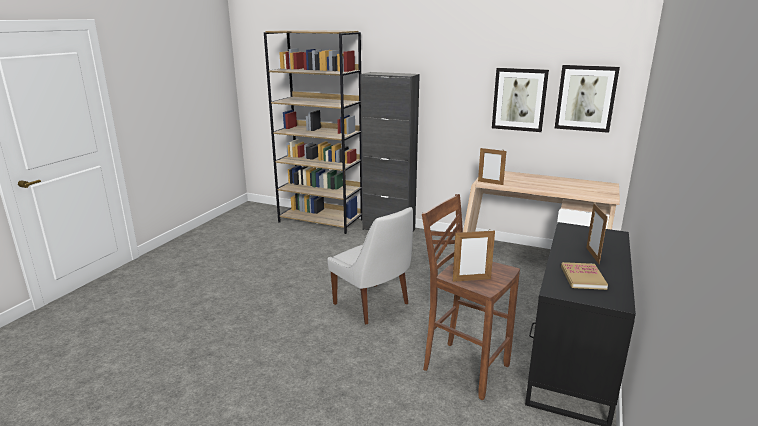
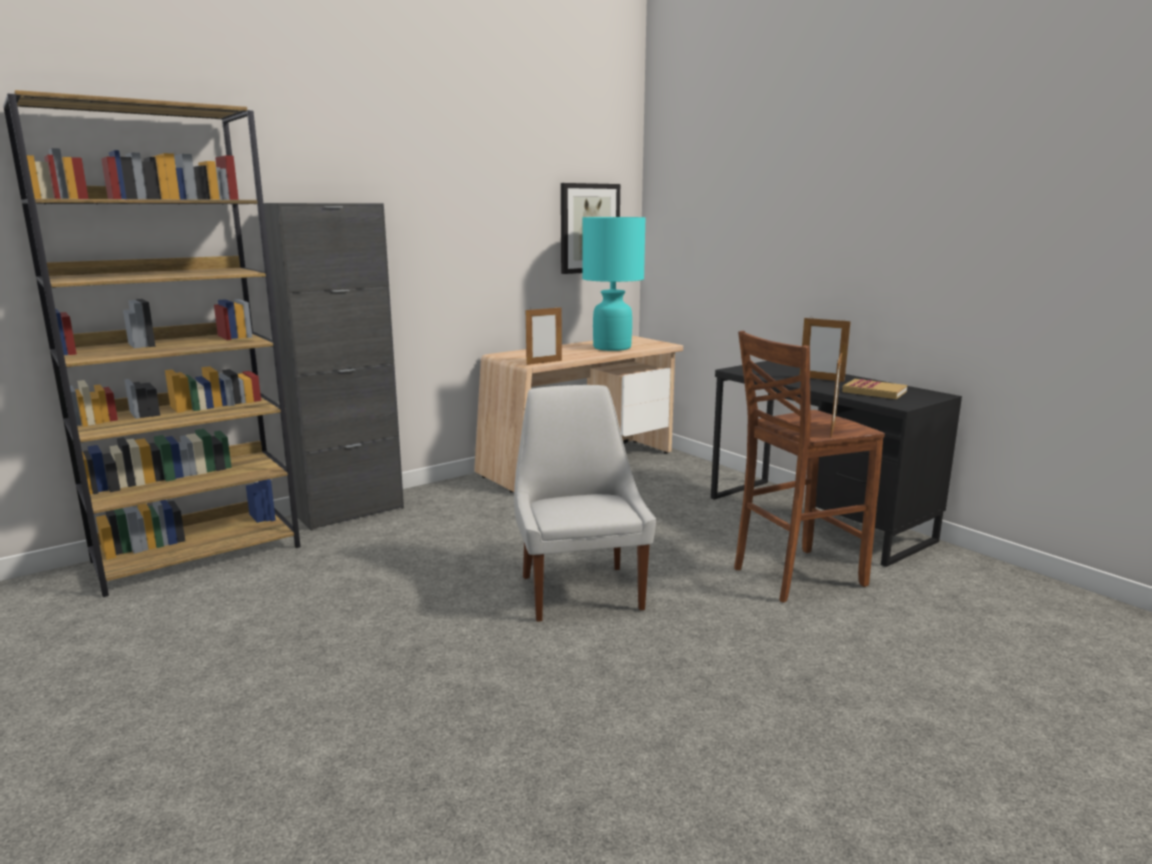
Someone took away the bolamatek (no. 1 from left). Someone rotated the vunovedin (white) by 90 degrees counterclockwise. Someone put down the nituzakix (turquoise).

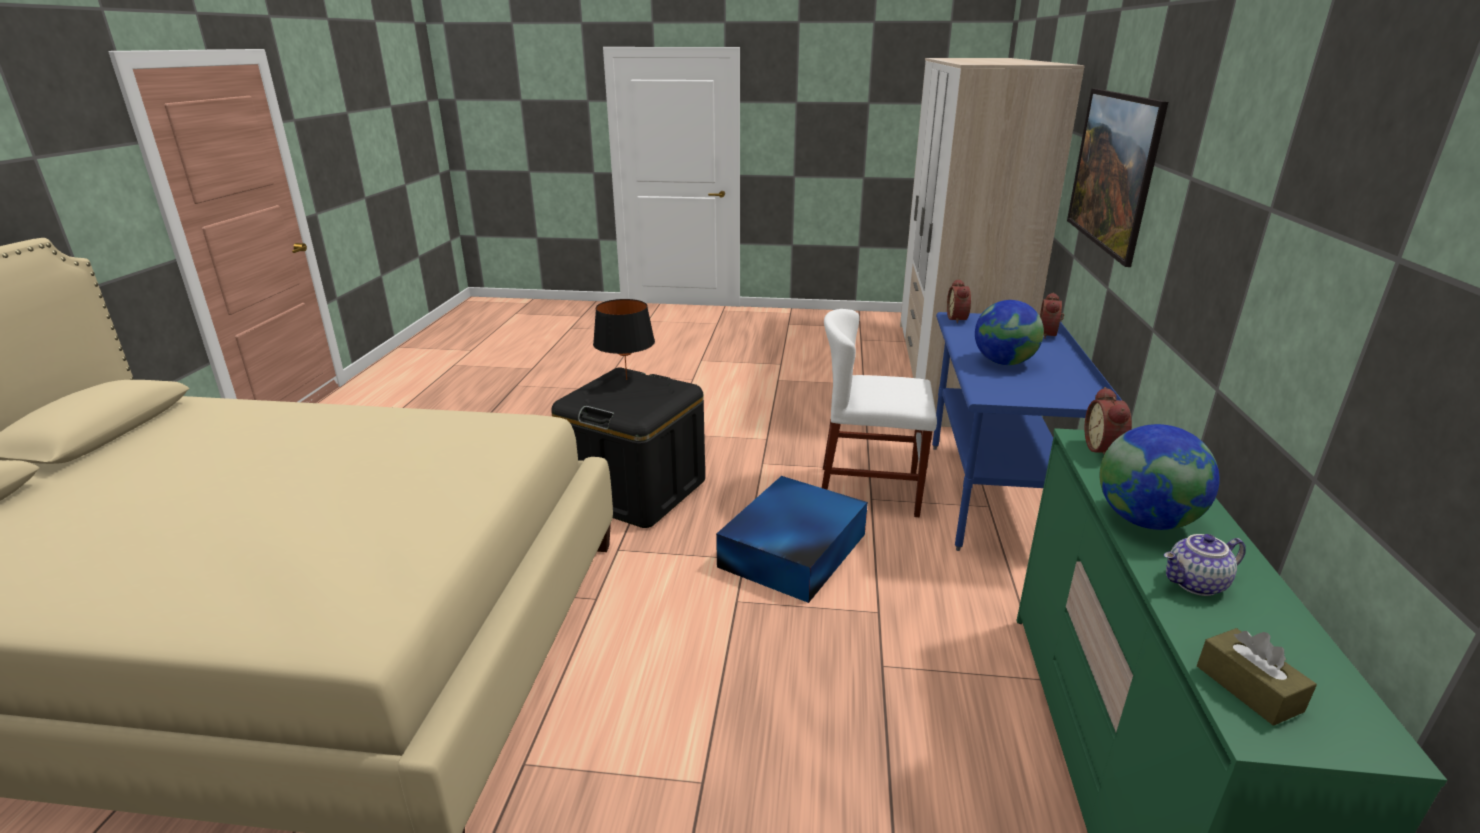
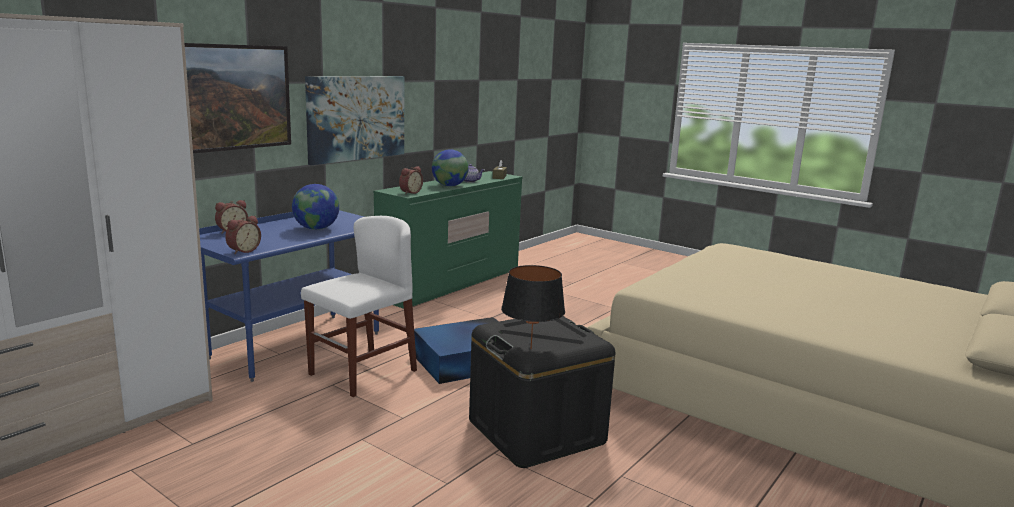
Someone rotated the vunovedin (white) by 90 degrees counterclockwise. Someone put up the bolamatek (no. 2 from left).

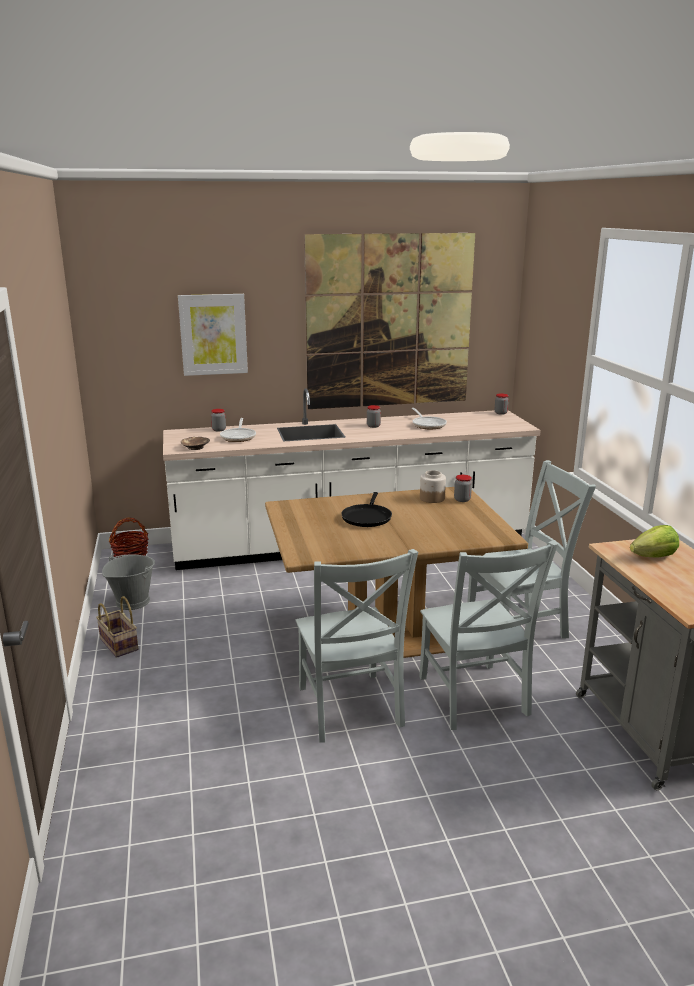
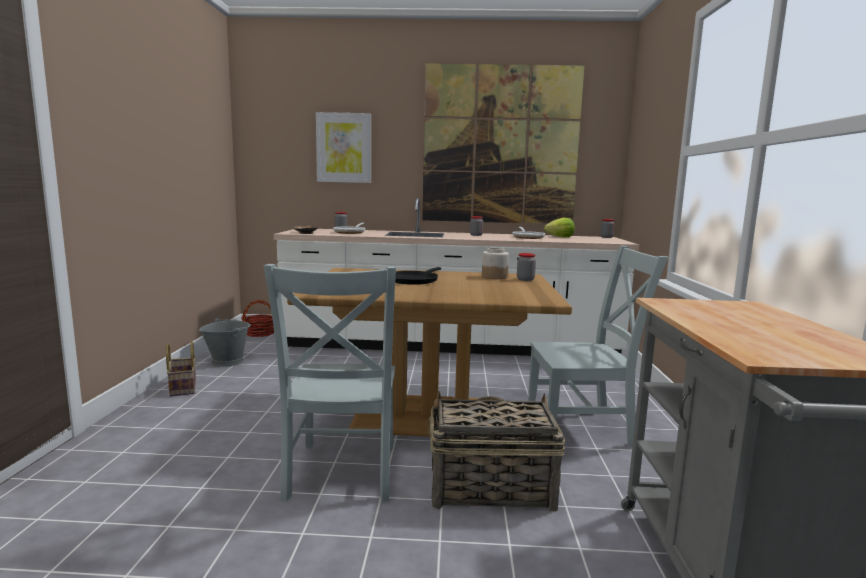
Someone carried the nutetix. Someone swapped the vunovedin (grey) (no. 2 from left) for the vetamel (no. 3 from left).

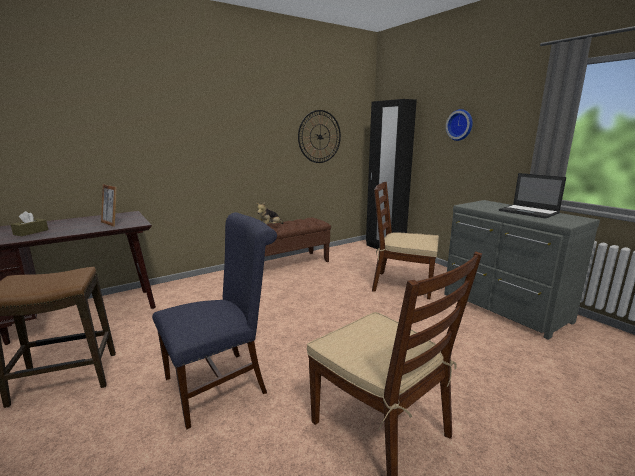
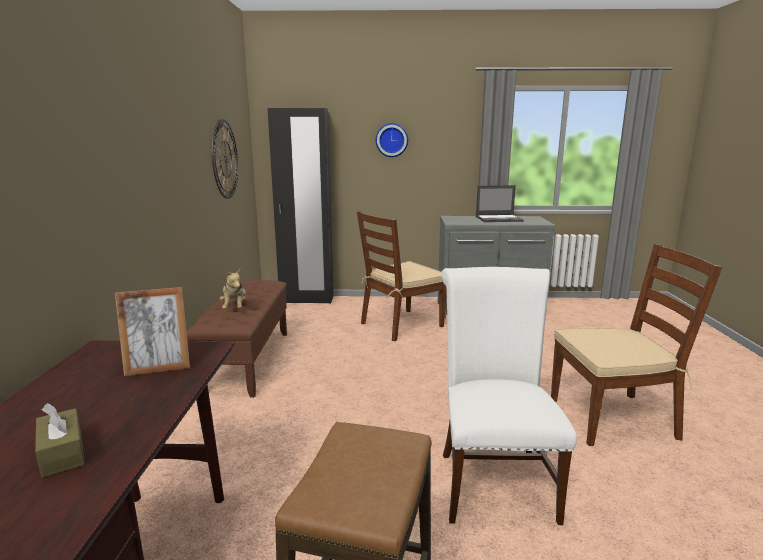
Someone repainted the vunovedin (blue), which became the vunovedin (white).

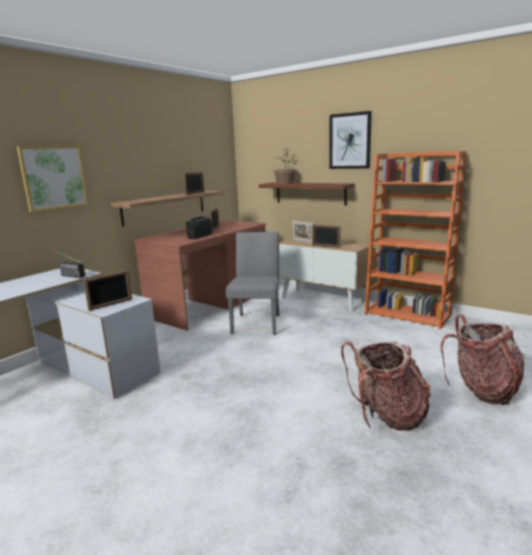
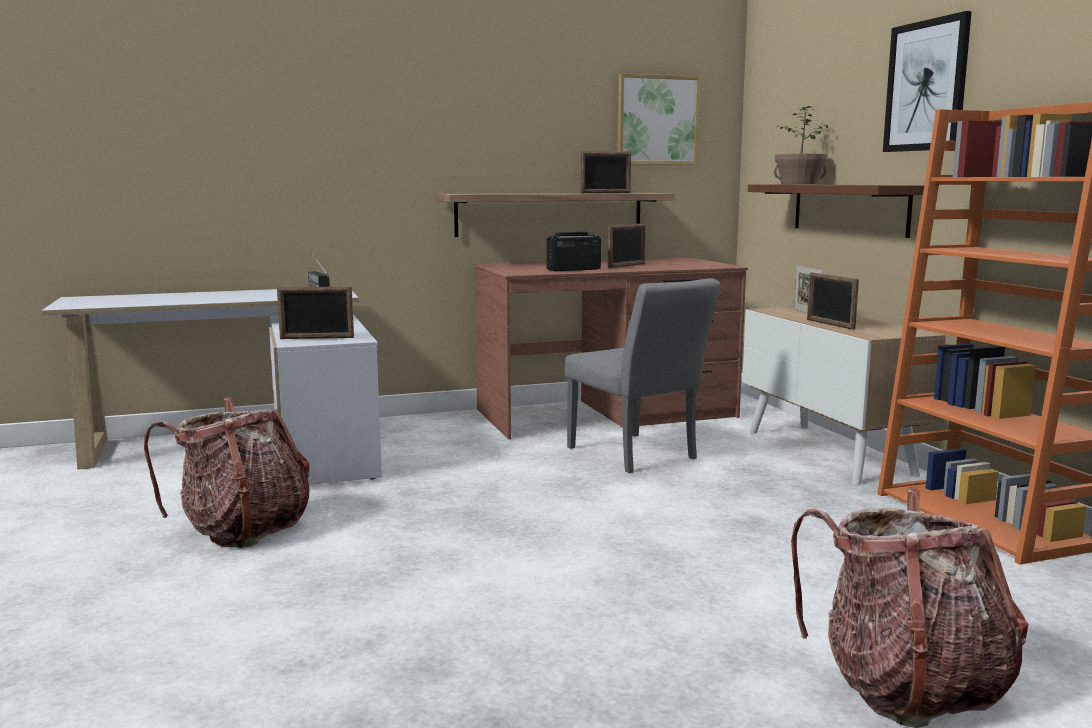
Someone carried the bolamatek (no. 1 from left). Someone rotated the vunovedin (grey) by 105 degrees clockwise. Someone carried the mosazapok (no. 1 from left).

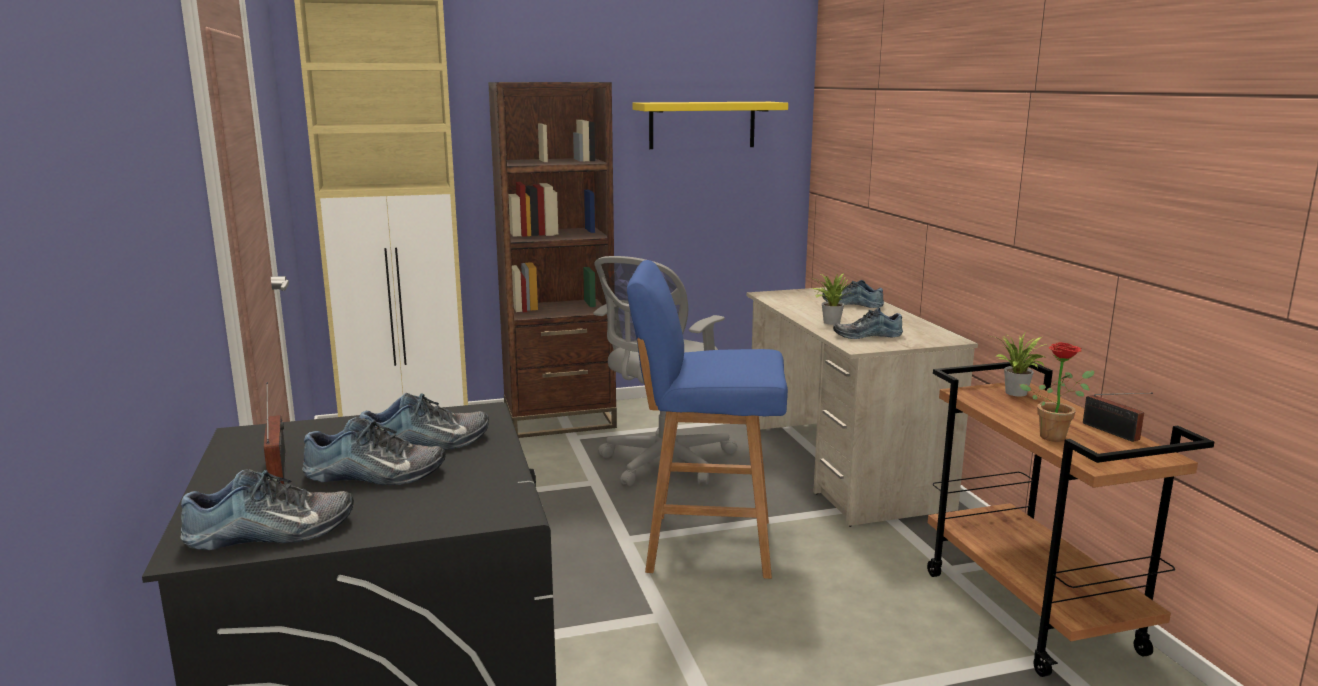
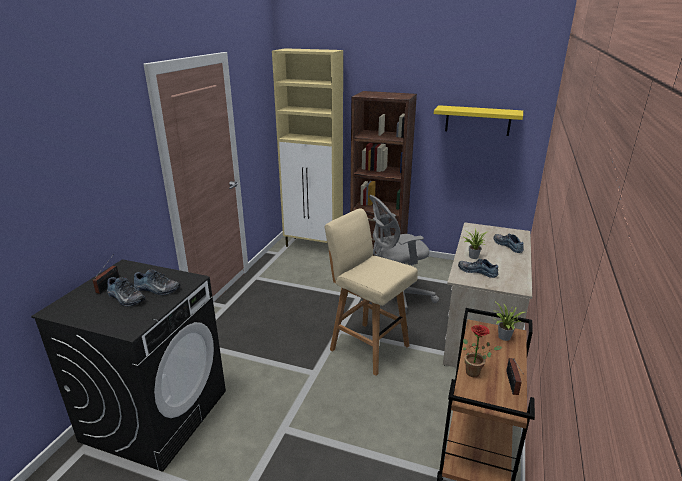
Someone repainted the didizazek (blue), which became the didizazek (beige). Someone took away the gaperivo (no. 1 from left).

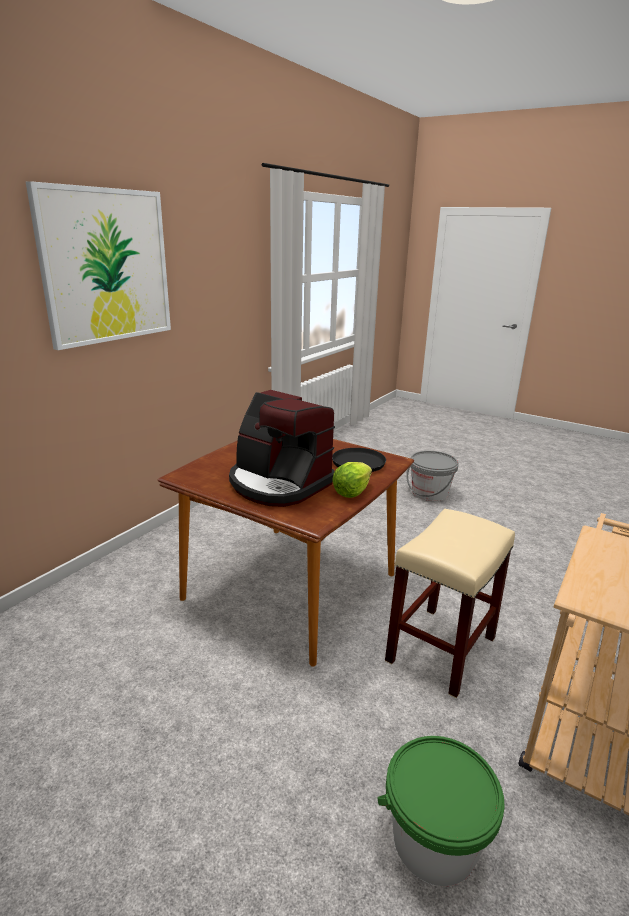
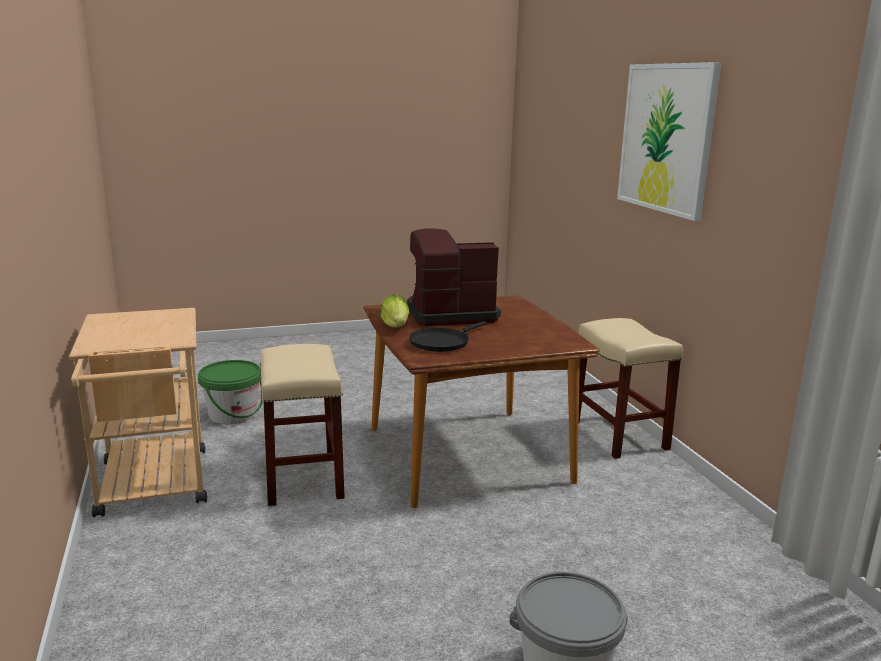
Someone put down the didizazek (beige) (no. 2 from left).

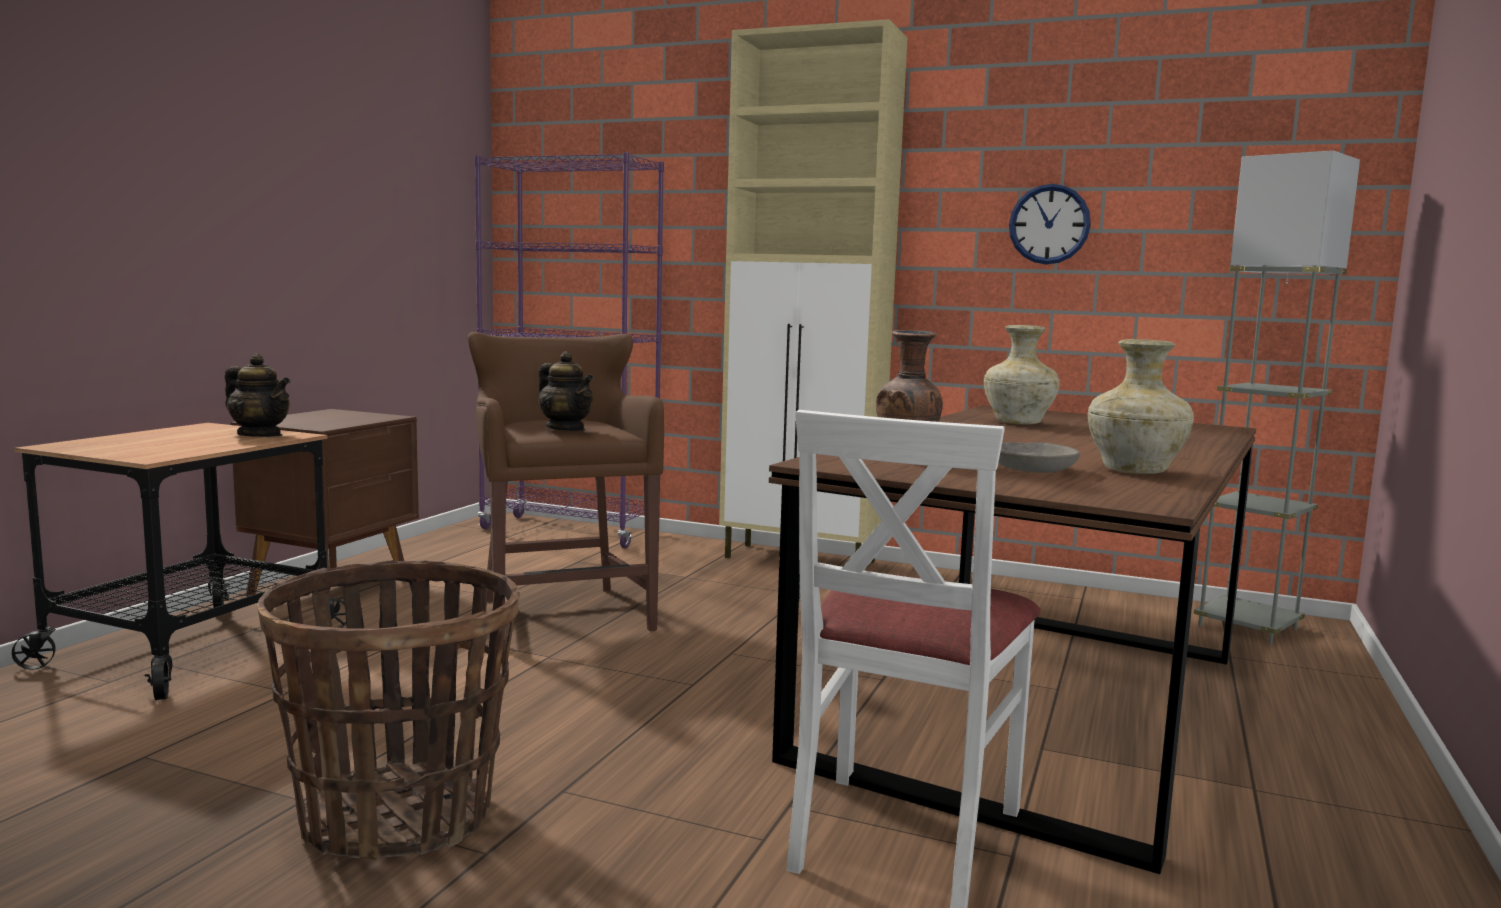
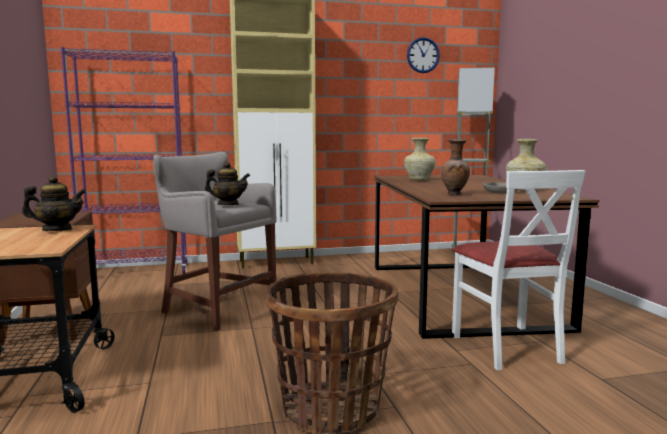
Someone carried the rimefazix. Someone repainted the didizazek (brown), which became the didizazek (grey).

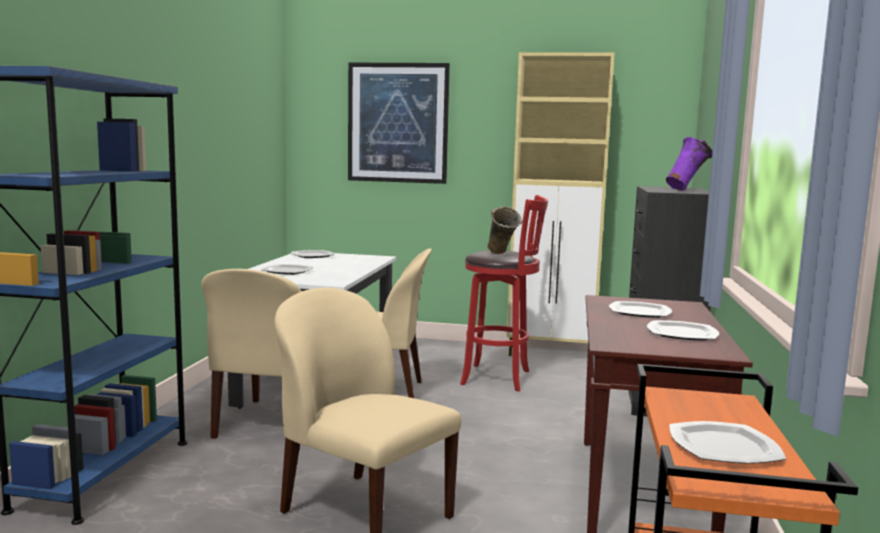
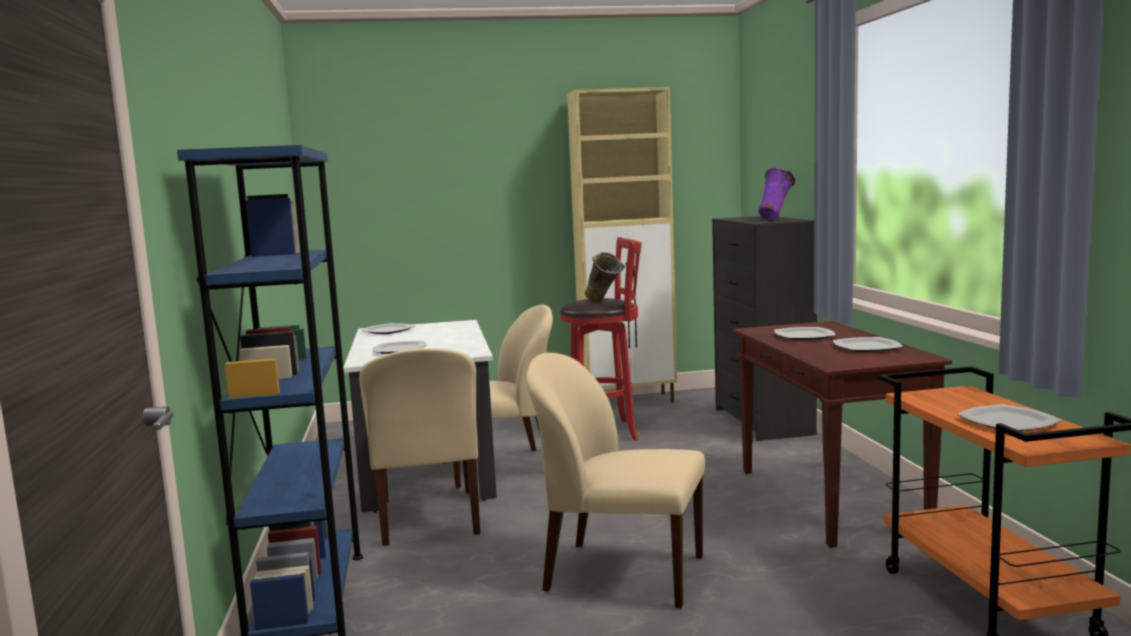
Someone took away the bolamatek.

